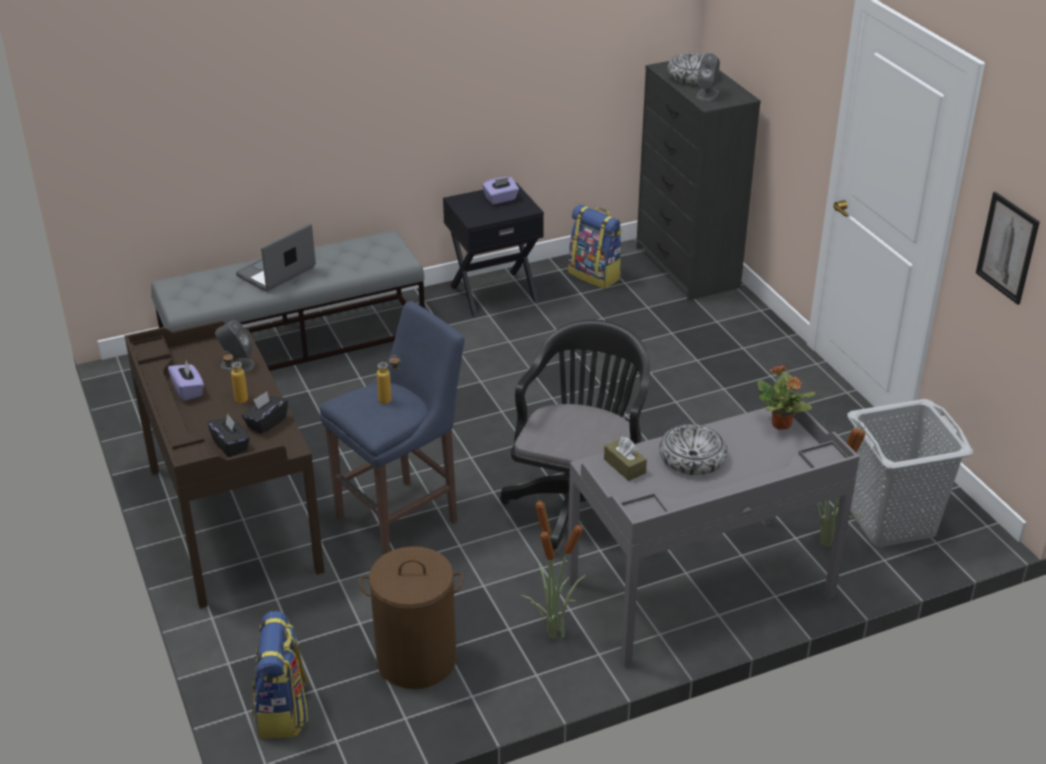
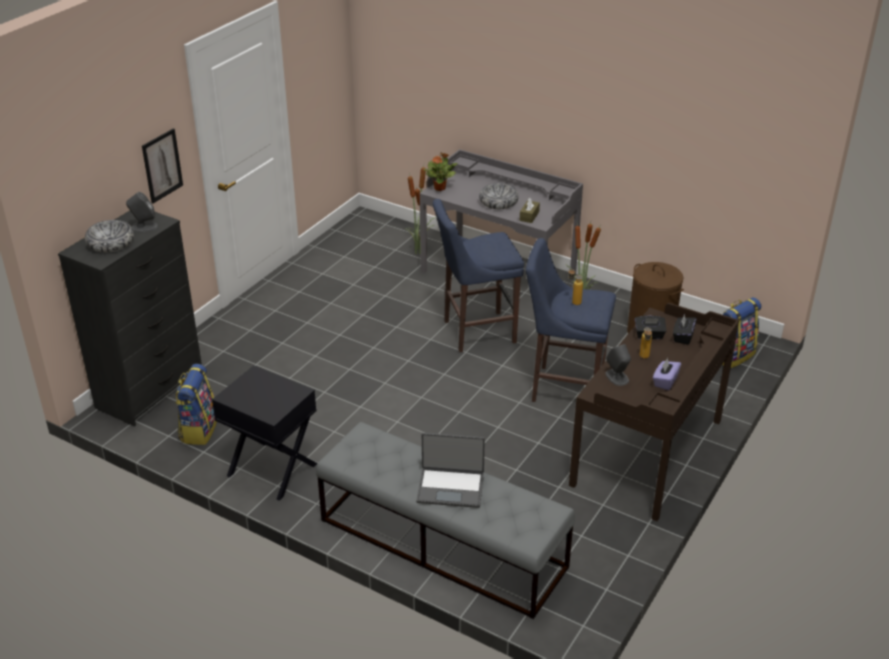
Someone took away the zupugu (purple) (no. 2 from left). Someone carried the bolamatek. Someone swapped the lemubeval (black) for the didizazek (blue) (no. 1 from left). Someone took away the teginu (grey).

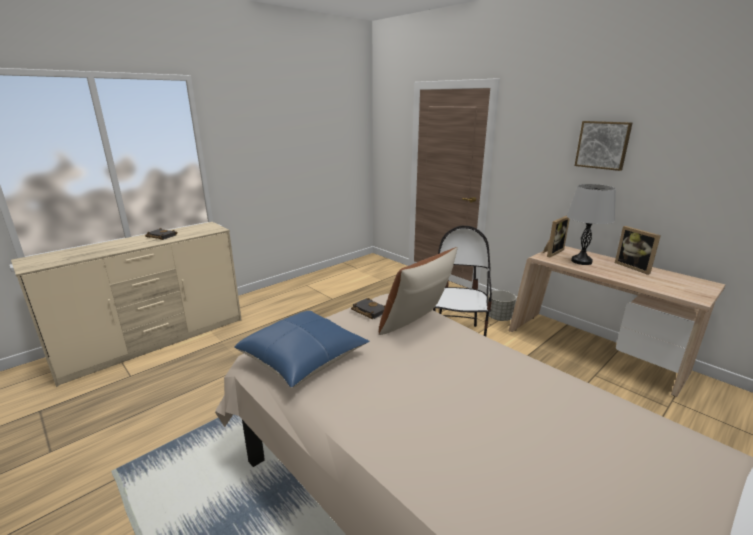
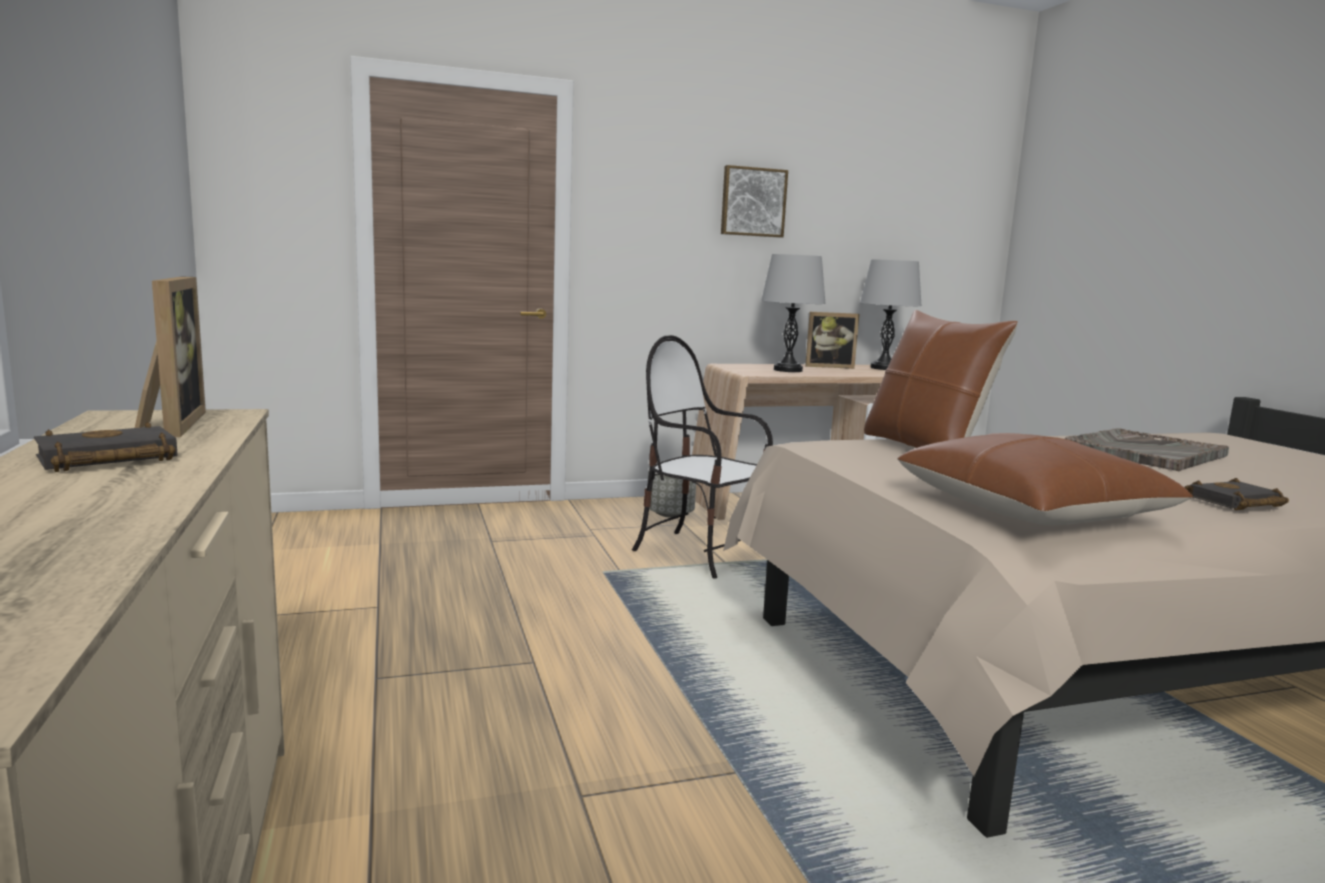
Someone carried the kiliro (no. 1 from left). Someone carried the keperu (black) (no. 2 from left). Someone repainted the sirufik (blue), which became the sirufik (brown) (no. 2 from left). Someone put down the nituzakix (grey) (no. 2 from left). Someone put down the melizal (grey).

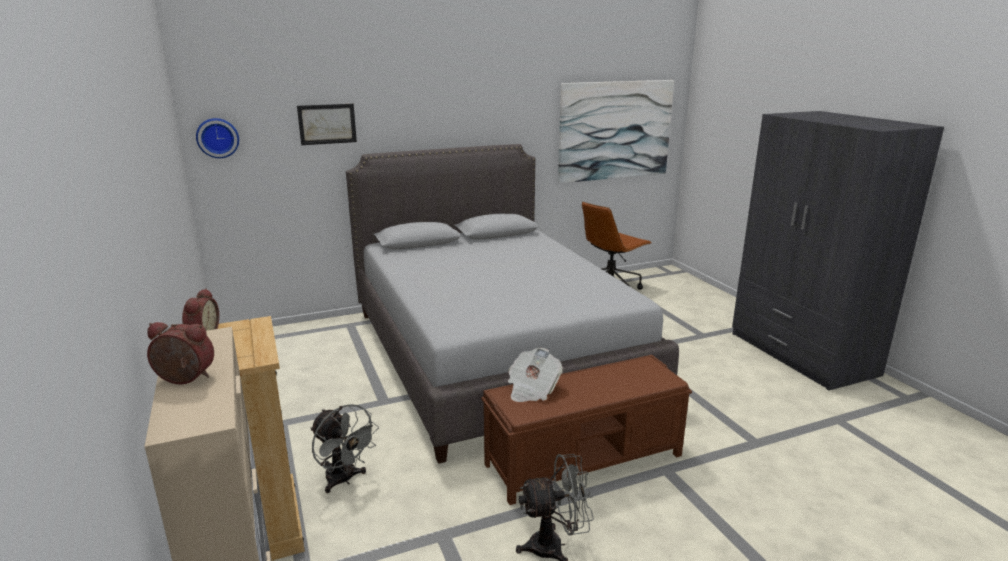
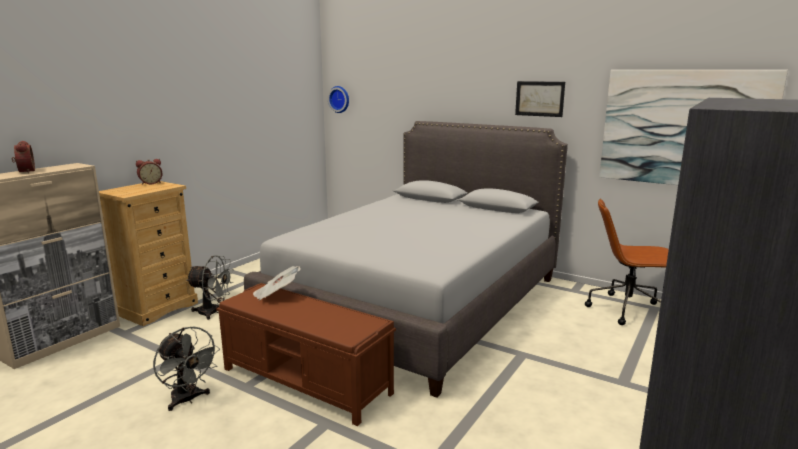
Someone carried the bolamatek (no. 1 from left). Someone rotated the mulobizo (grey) (no. 1 from left in the first image) by 90 degrees counterclockwise.

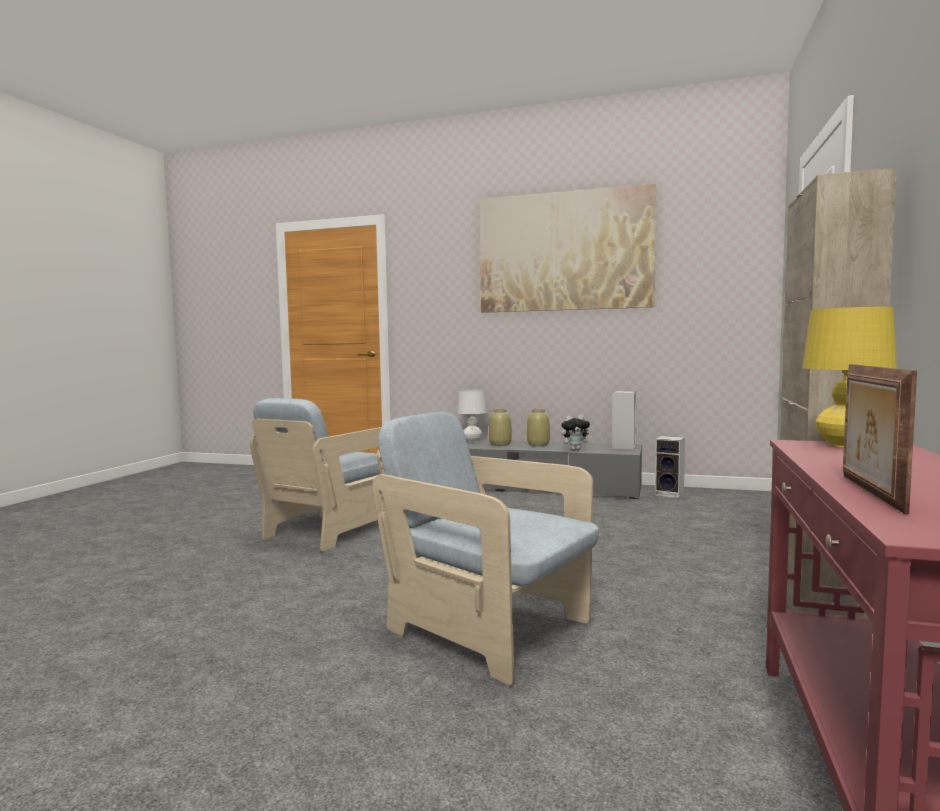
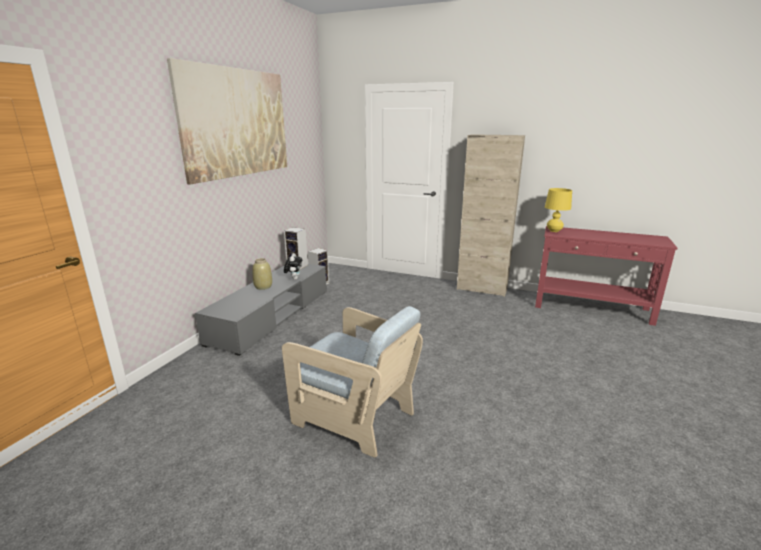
Someone took away the kiliro. Someone took away the nituzakix (white). Someone took away the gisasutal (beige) (no. 1 from left). Someone took away the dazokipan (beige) (no. 2 from left).

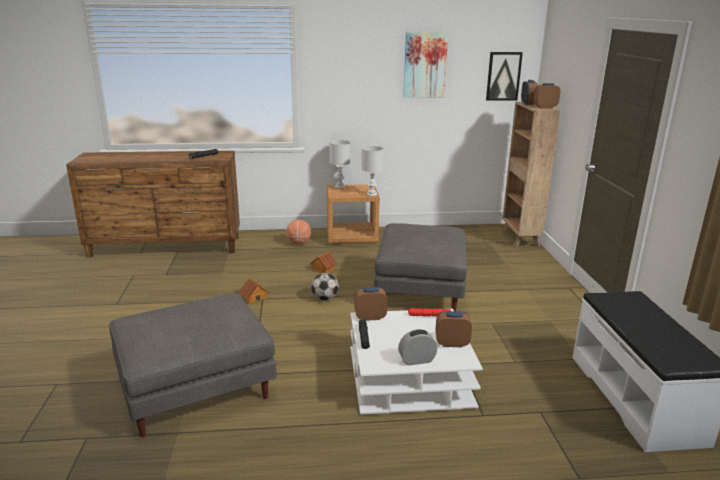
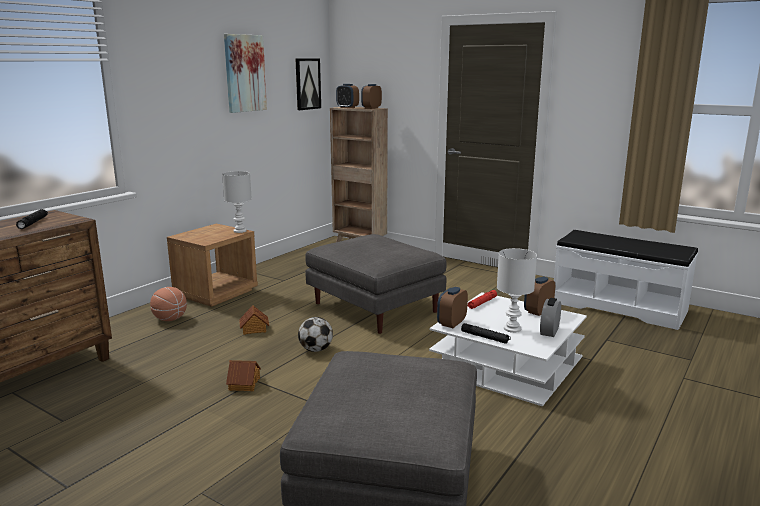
Someone carried the nituzakix (white) (no. 1 from left in the first image).

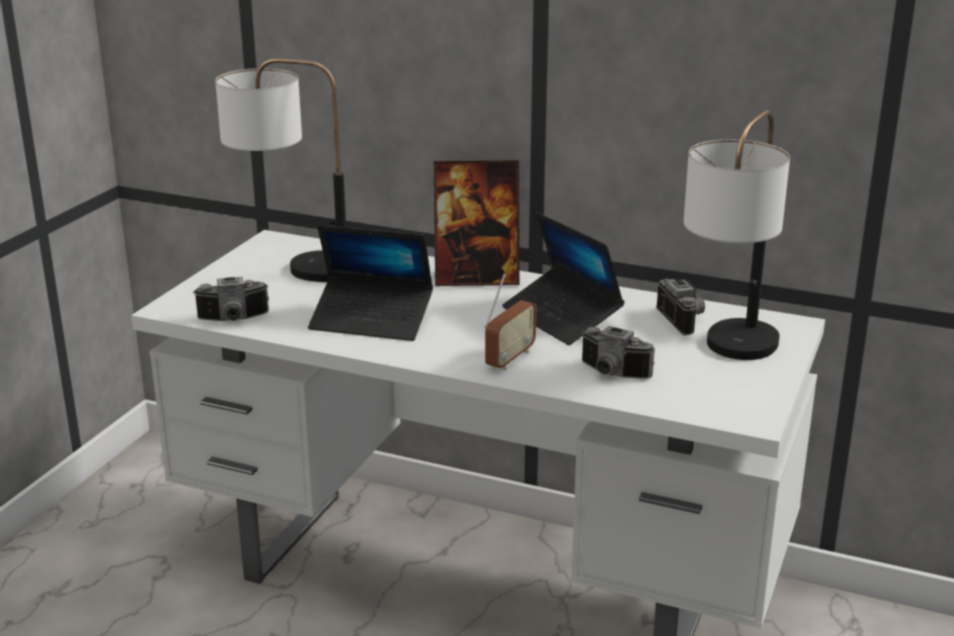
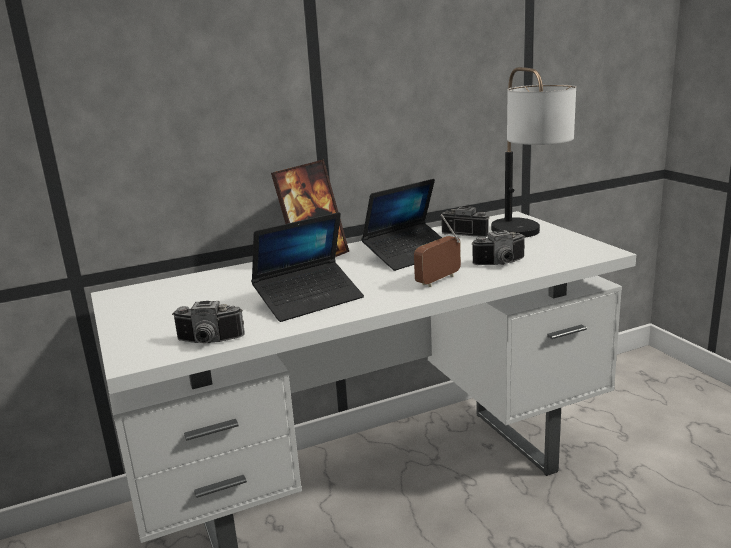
Someone took away the nituzakix (no. 1 from left). Someone rotated the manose (no. 2 from left) by 45 degrees counterclockwise. Someone rotated the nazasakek by 120 degrees counterclockwise. Someone rotated the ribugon (no. 1 from left) by 60 degrees clockwise.

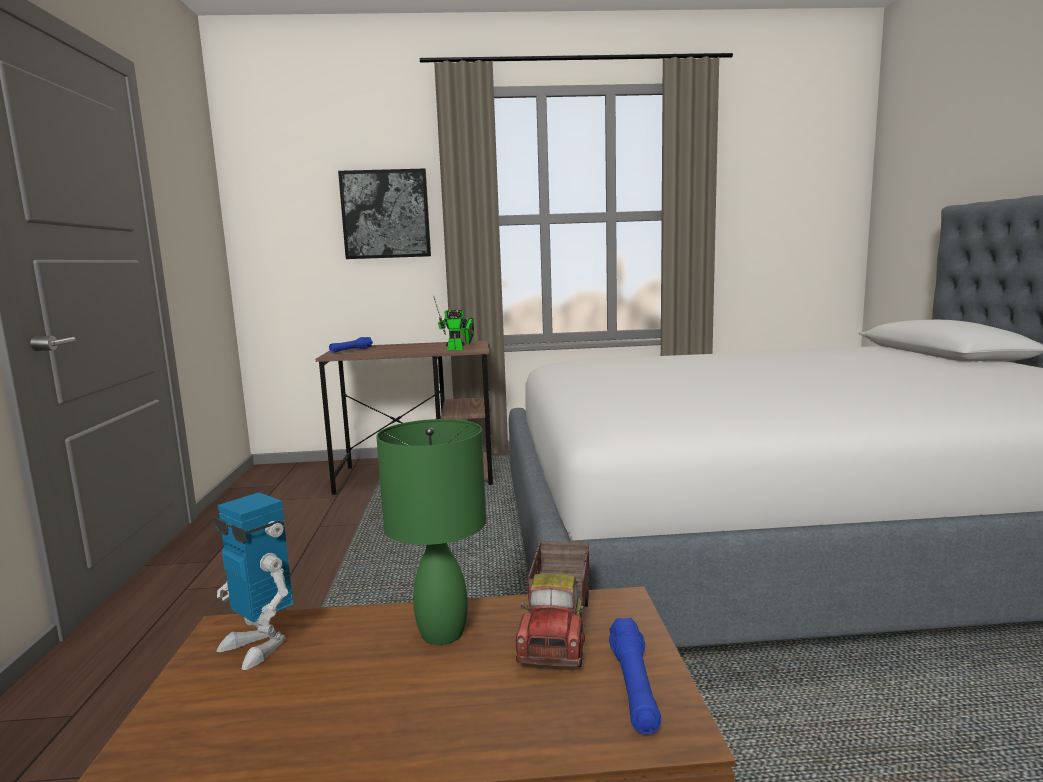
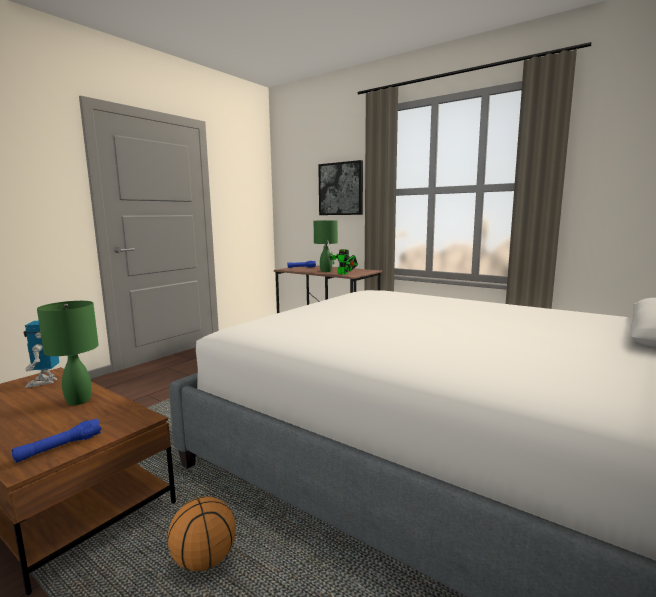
Someone took away the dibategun. Someone put down the nituzakix (green) (no. 2 from left). Someone put down the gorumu.

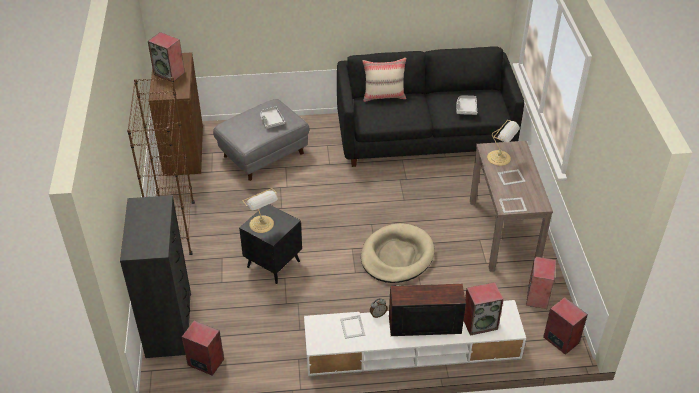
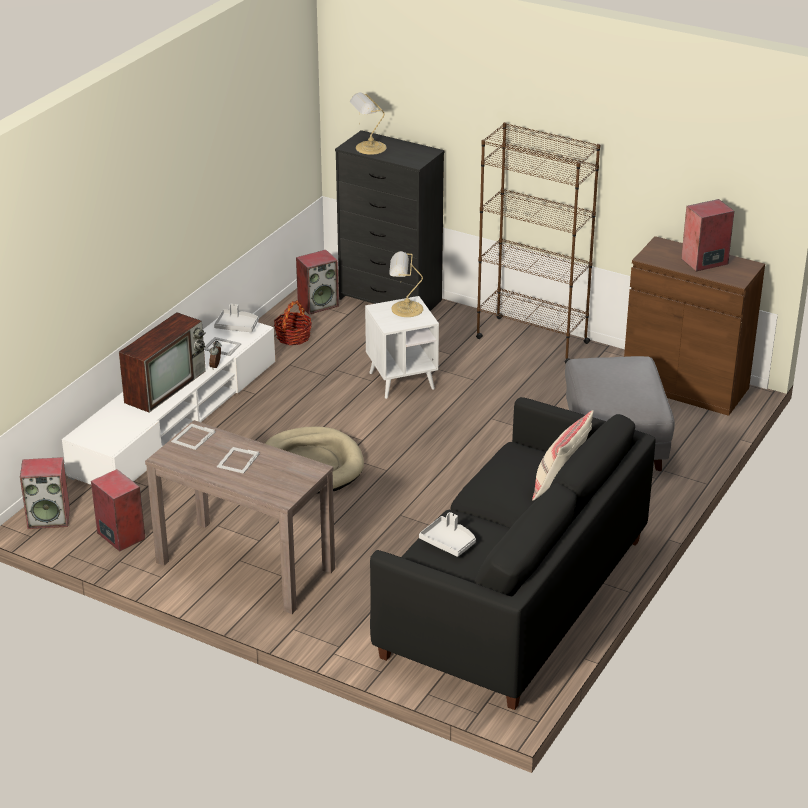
Someone carried the melizal (grey) (no. 1 from left). Someone carried the nituzakix (no. 2 from left in the first image). Someone repainted the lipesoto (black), which became the lipesoto (white). Someone took away the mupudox (no. 3 from left). Someone put down the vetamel.

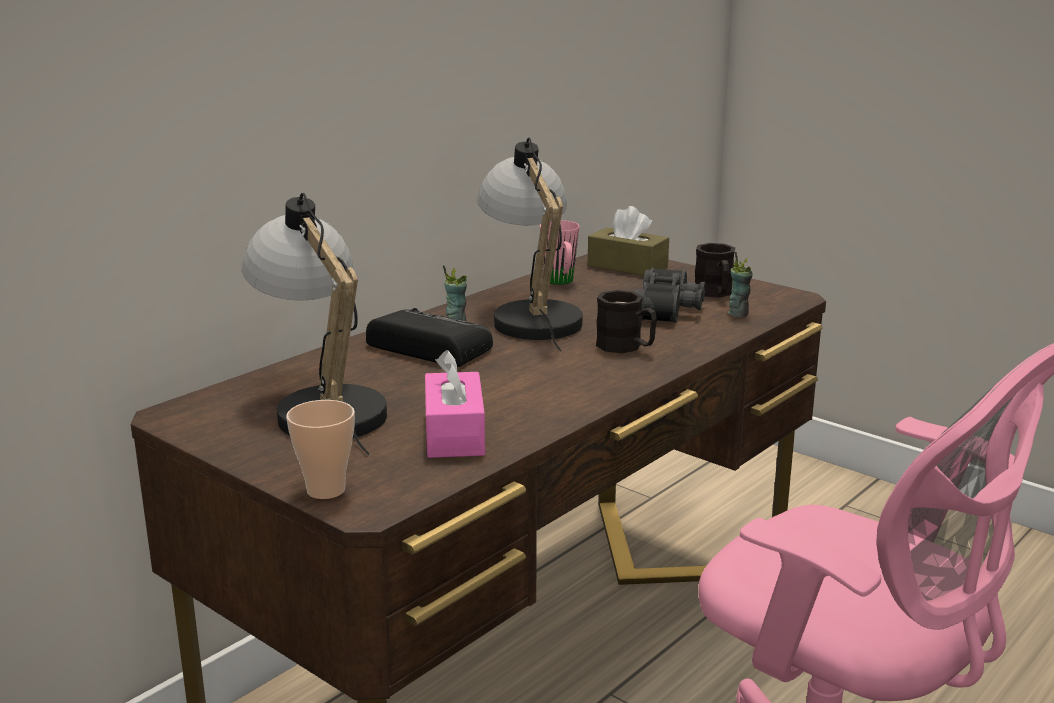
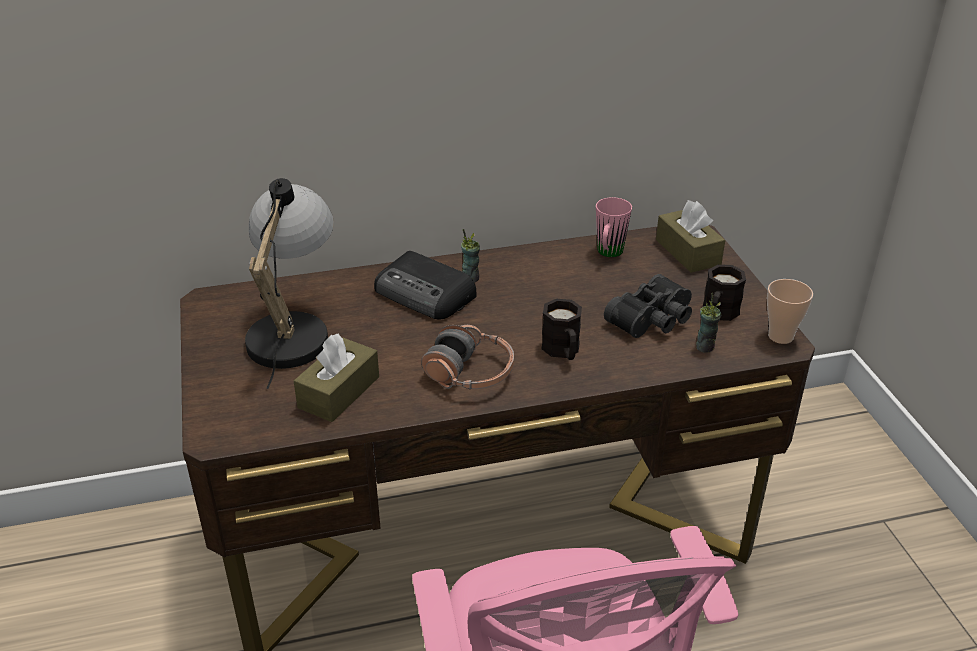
Someone took away the nituzakix (no. 2 from left). Someone rotated the nazasakek by 150 degrees clockwise. Someone repainted the zupugu (pink), which became the zupugu (brown) (no. 1 from left). Someone carried the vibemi (no. 1 from left in the first image). Someone put down the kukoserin.

